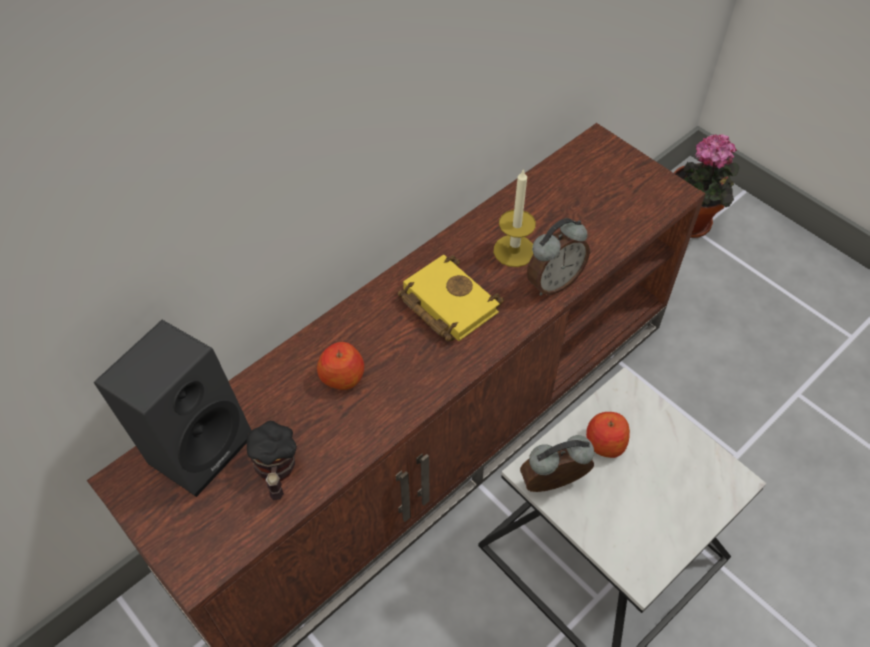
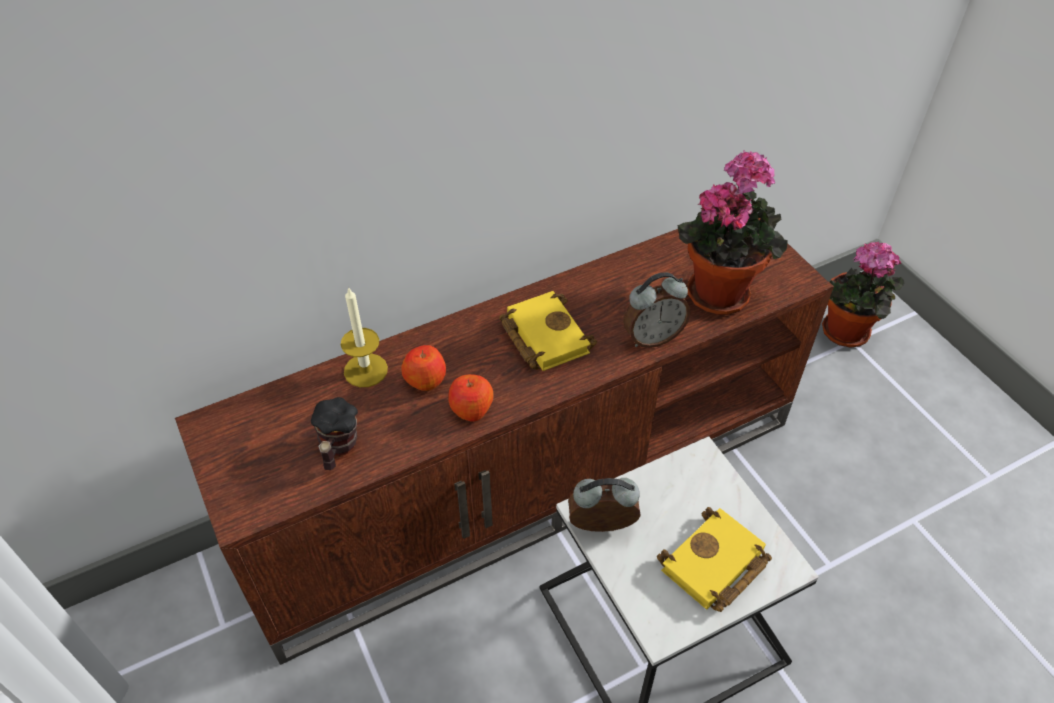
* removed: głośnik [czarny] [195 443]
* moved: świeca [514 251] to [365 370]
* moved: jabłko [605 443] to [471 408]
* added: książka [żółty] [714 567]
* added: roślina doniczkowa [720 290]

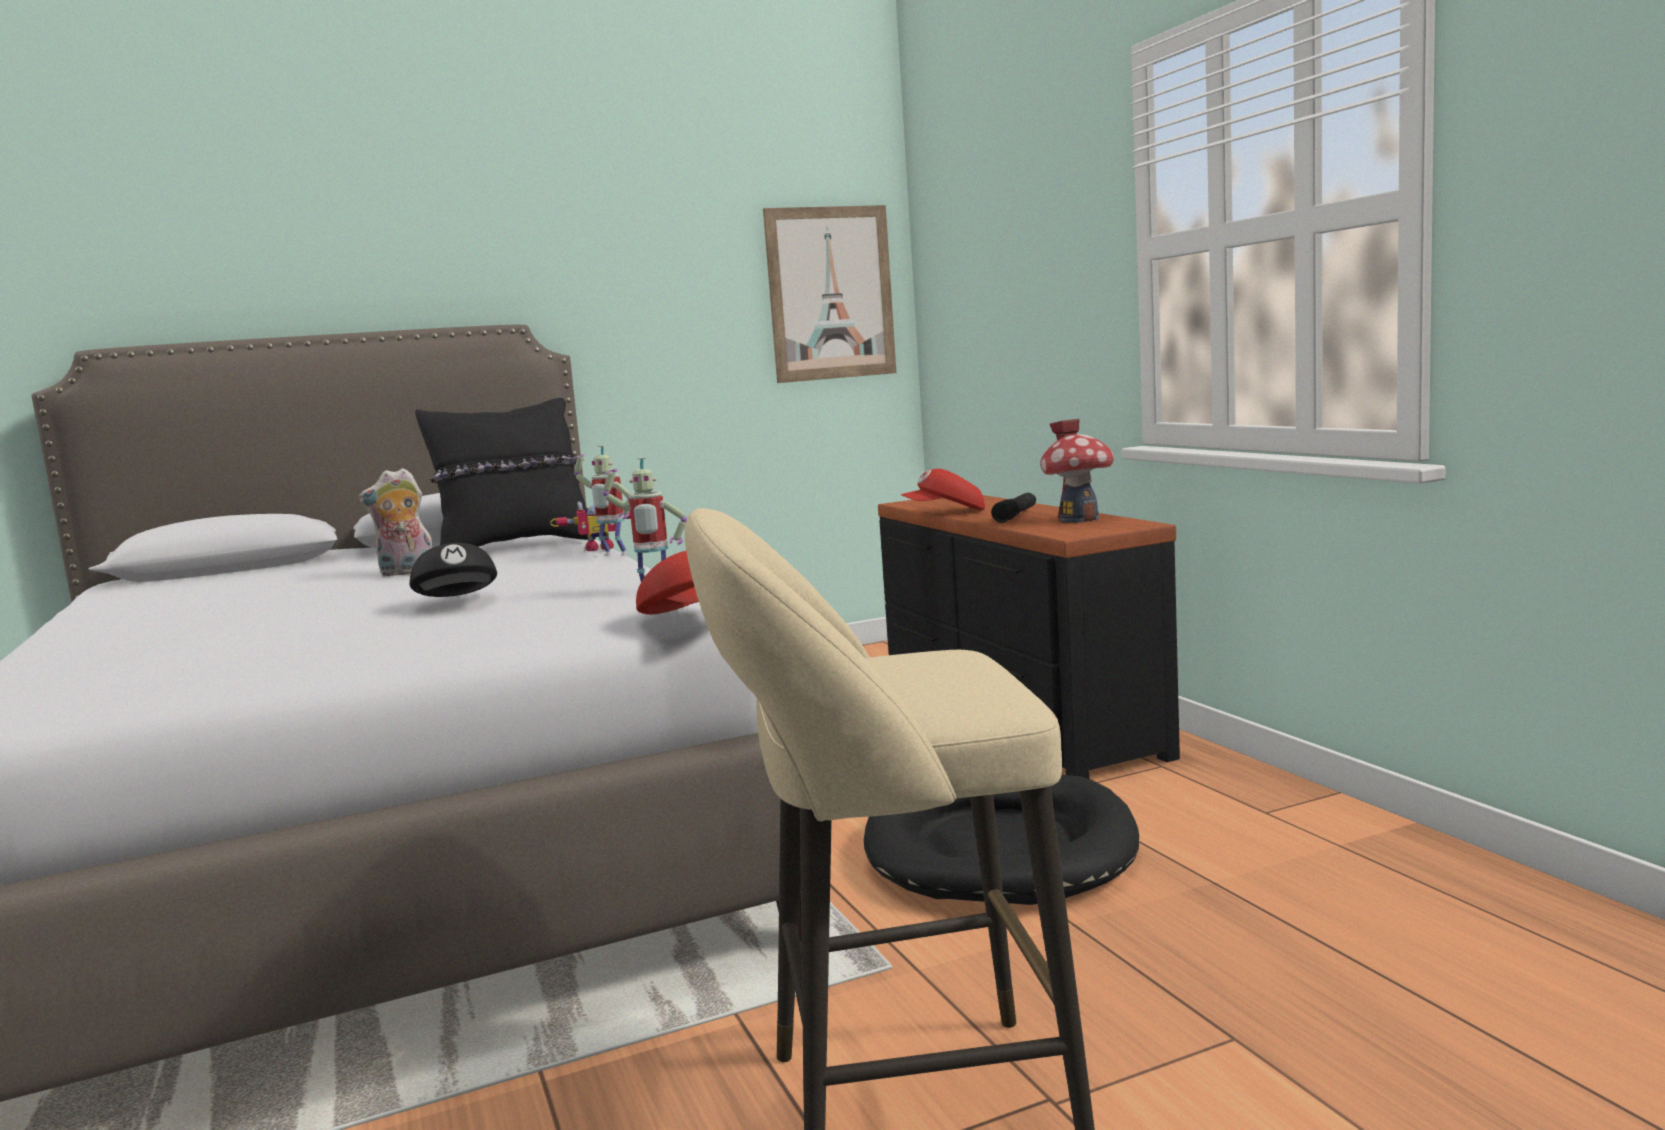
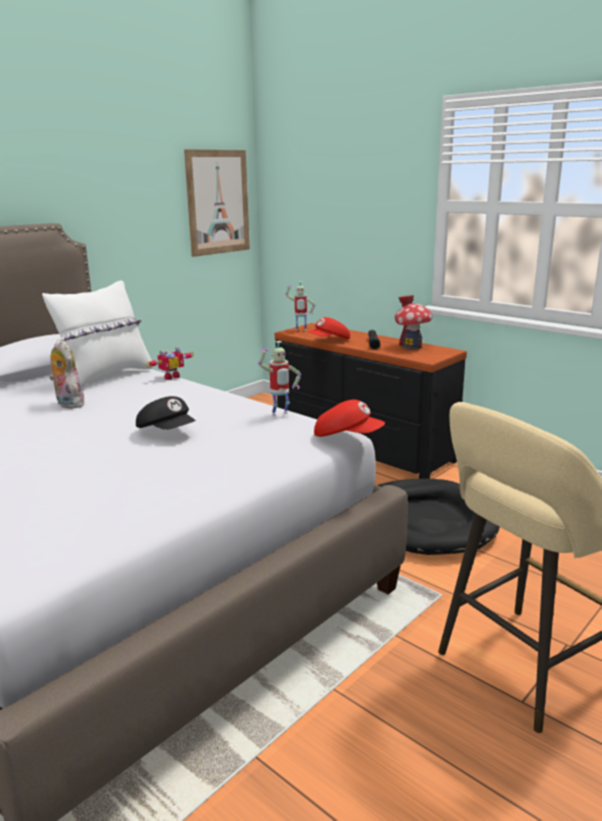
* turned: pluszak [406 573] = [67 404] 90 degrees clockwise
* recoloured: poduszka [czarny] [516 547] to poduszka [biały] [106 376]
* moved: robot zabawkowy [613 555] to [300 330]

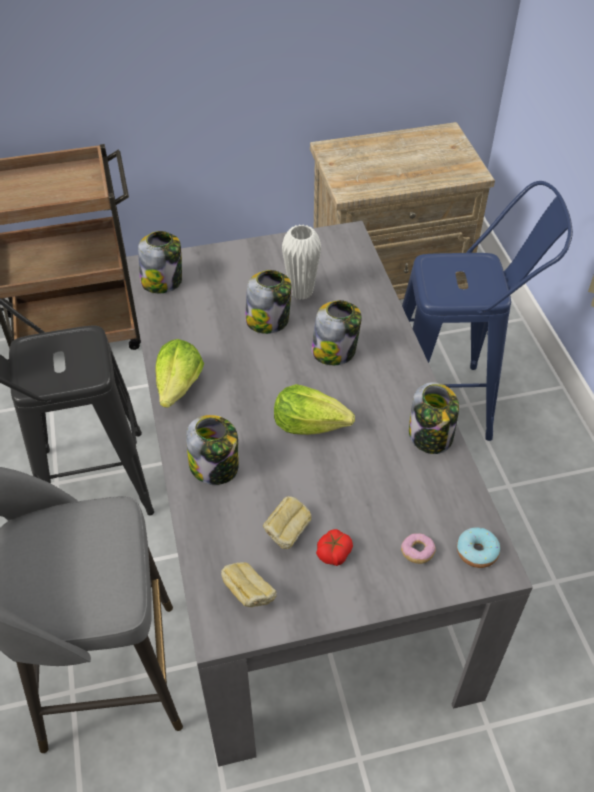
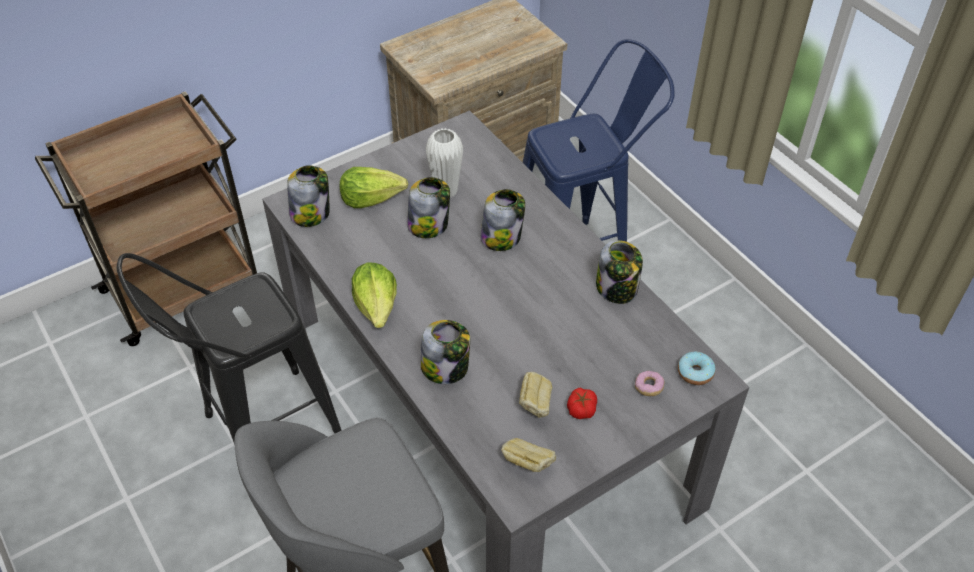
* moved: sałata [310 424] to [371 198]

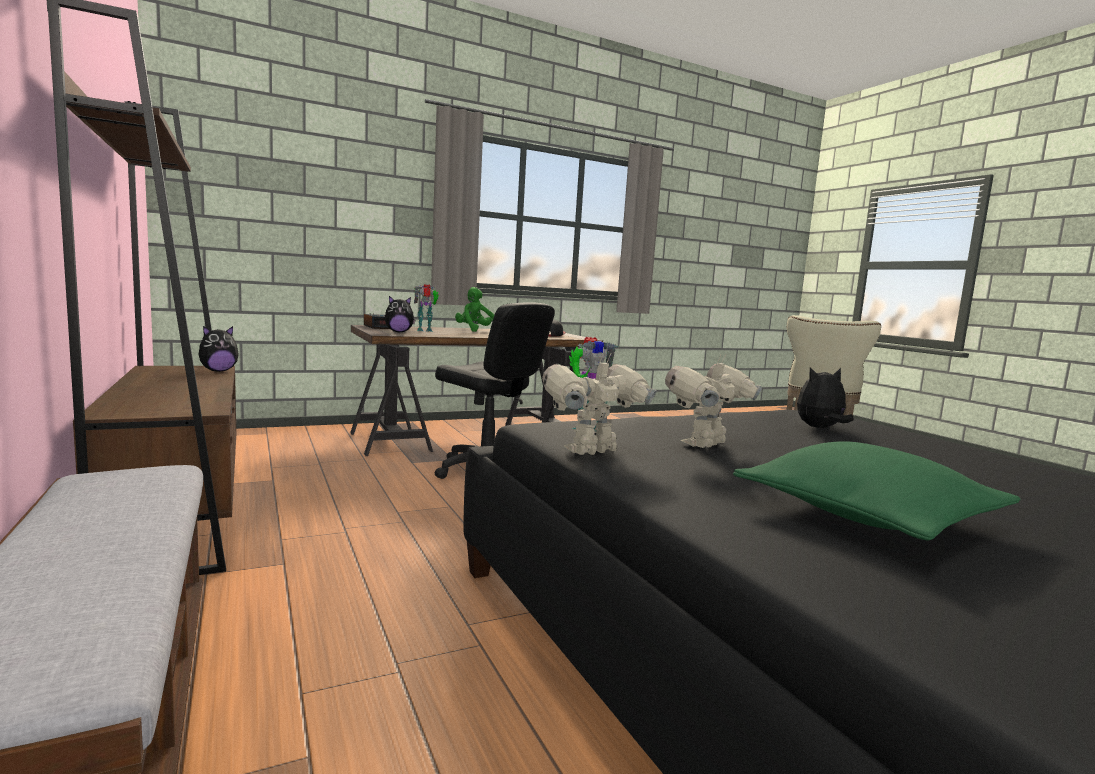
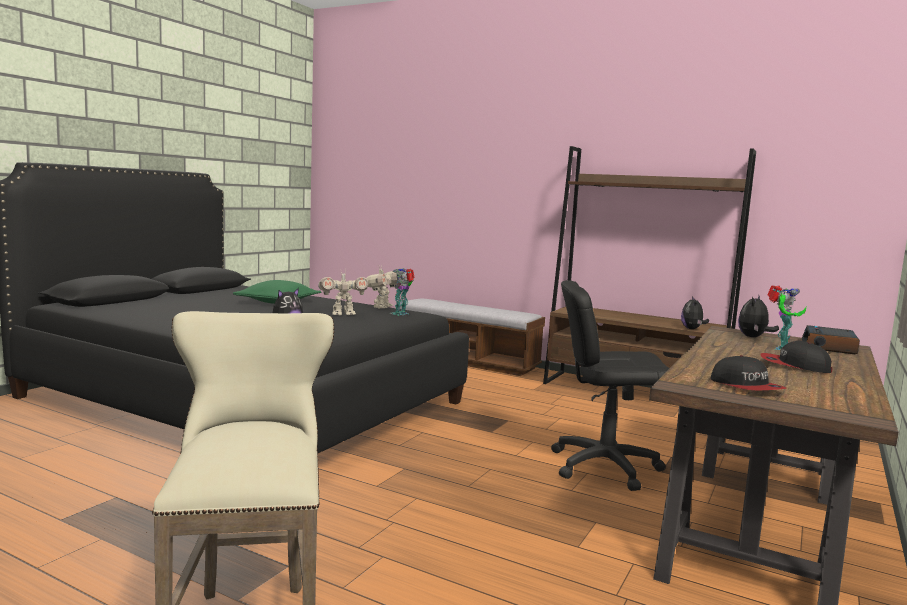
* replaced: pluszak [zielony] [475 331] to czapka z daszkiem [794 366]
* turned: robot zabawkowy [706 445] = [343 314] 60 degrees clockwise

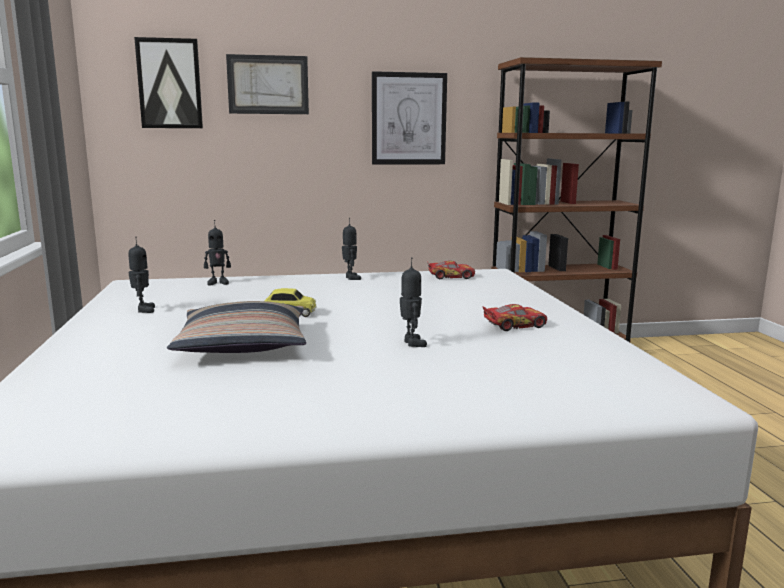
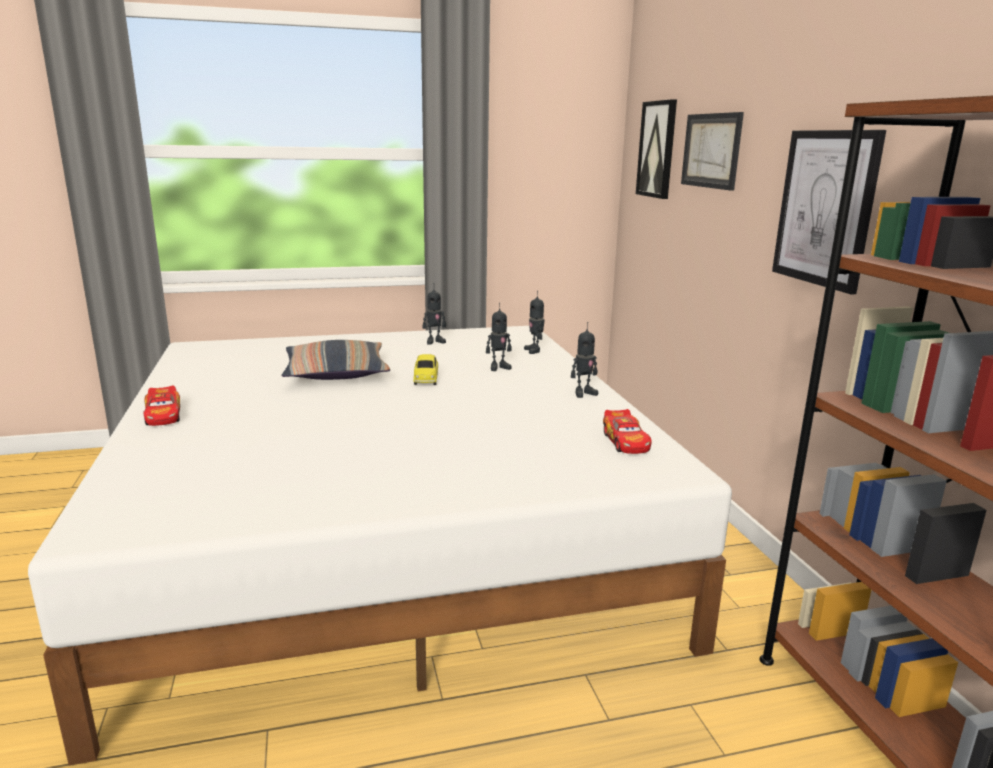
* moved: robot zabawkowy [411 343] to [498 367]
* moved: samochodzik [515 325] to [163 416]

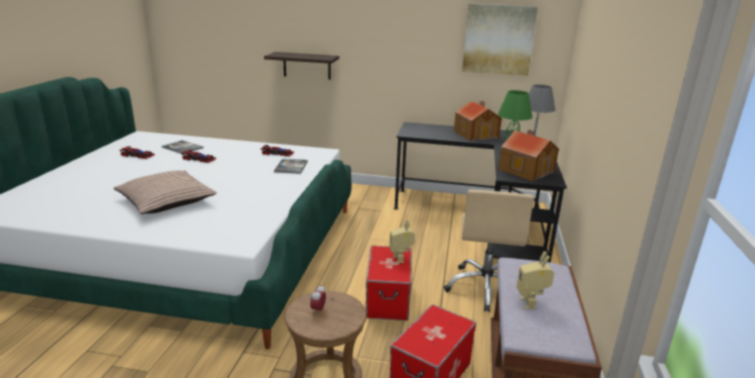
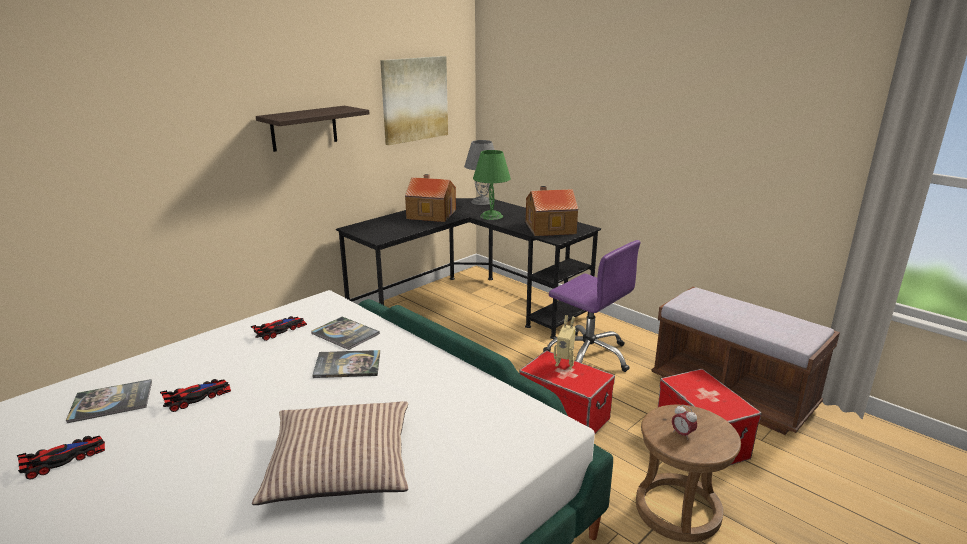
* moved: półka [307 65] to [304 128]
* recoloured: krzesło biurowe [beżowy] [485 288] to krzesło biurowe [fioletowy] [588 355]
* removed: robot zabawkowy [531 303]
* added: książka [347 365]

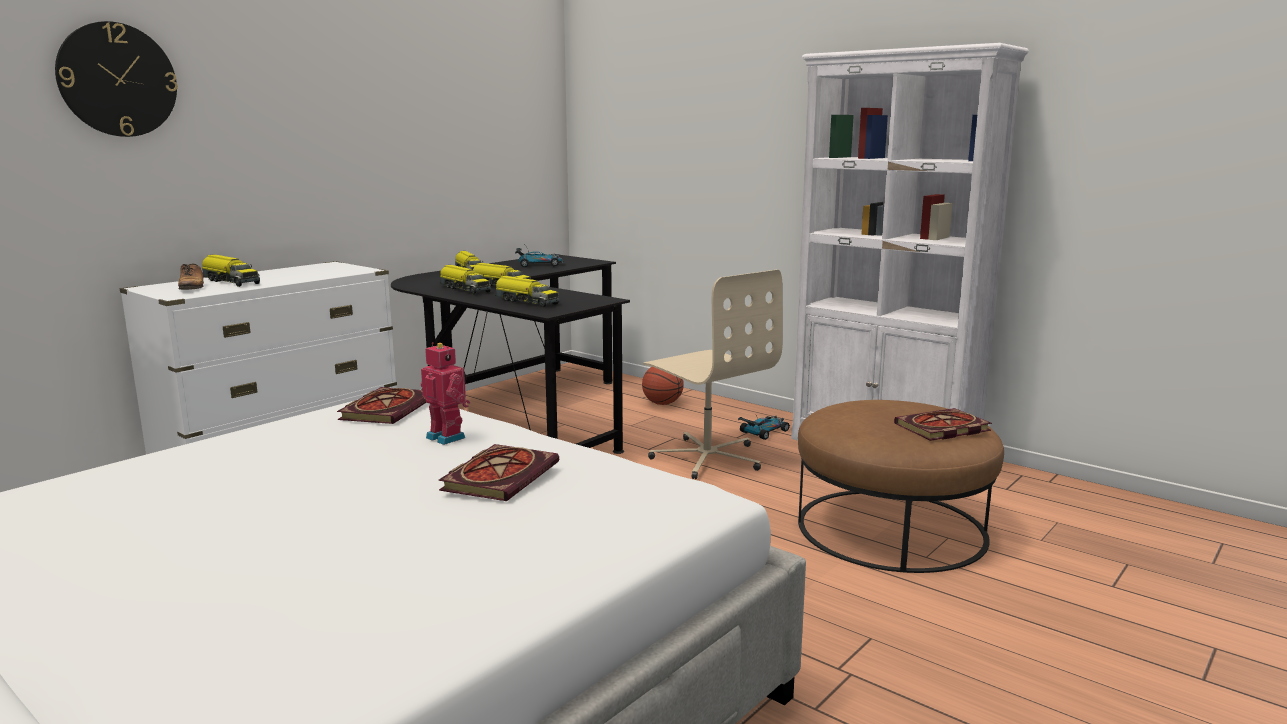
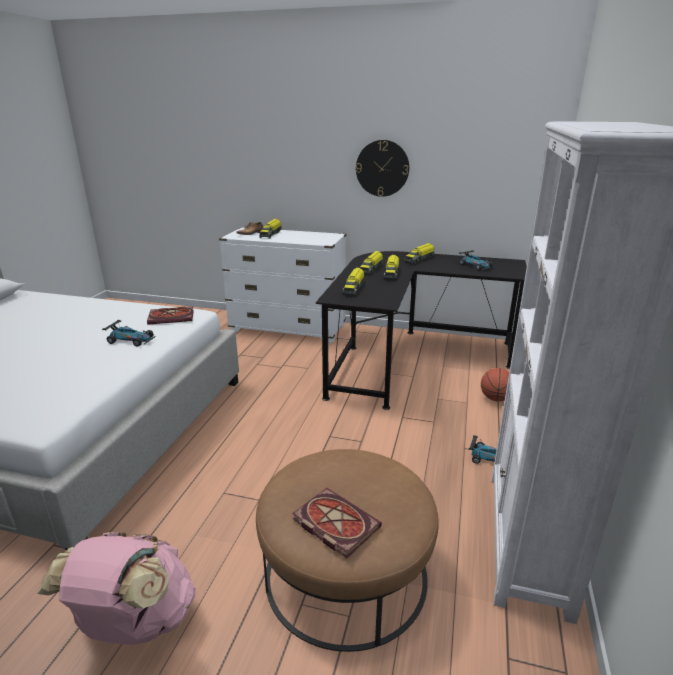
* moved: zegar ścienny [117 80] to [382 168]
* replaced: robot zabawkowy [448 437] to samochodzik [131 340]
* removed: książka [500 476]
* removed: krzesło biurowe [beżowy] [707 458]
* added: plecak [różowy] [135 623]

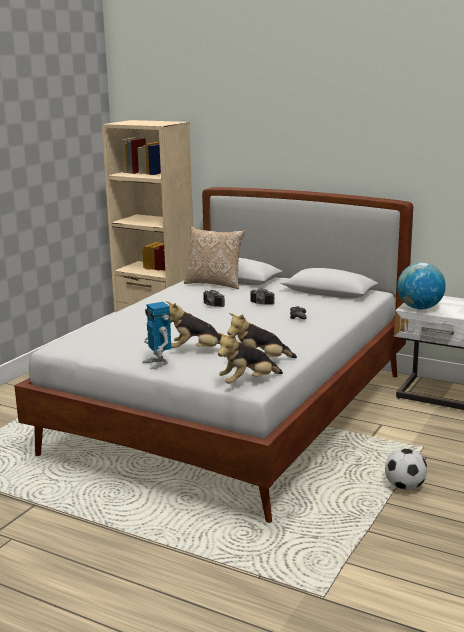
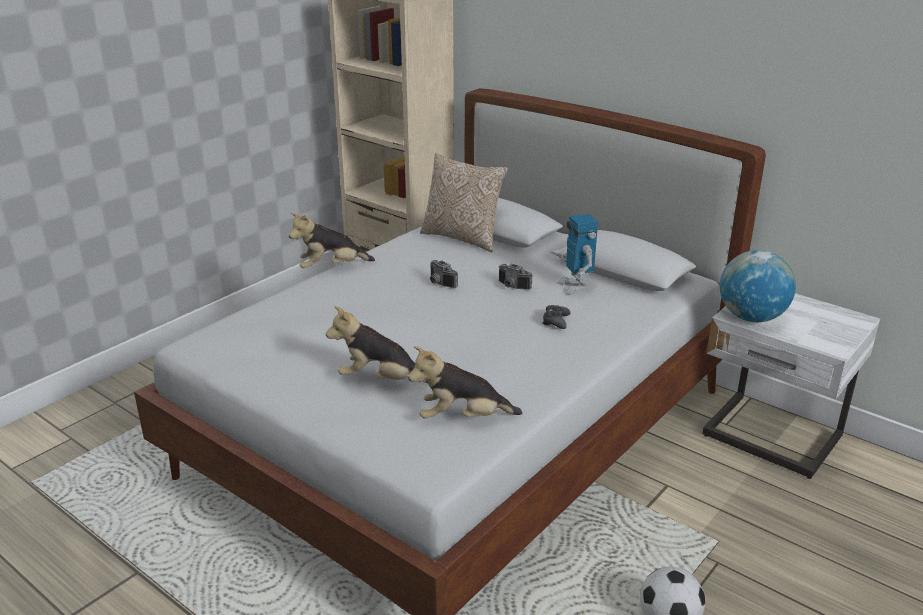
* moved: robot zabawkowy [157 363] to [575 286]
* moved: pluszak [248 382] to [331 267]

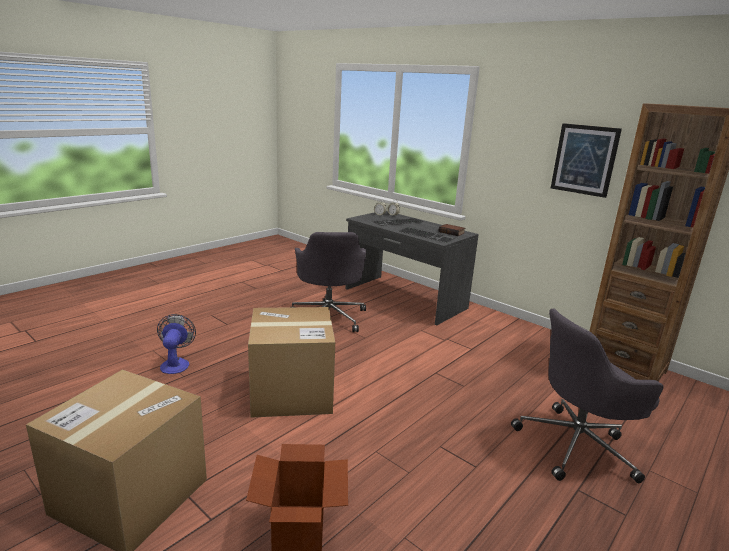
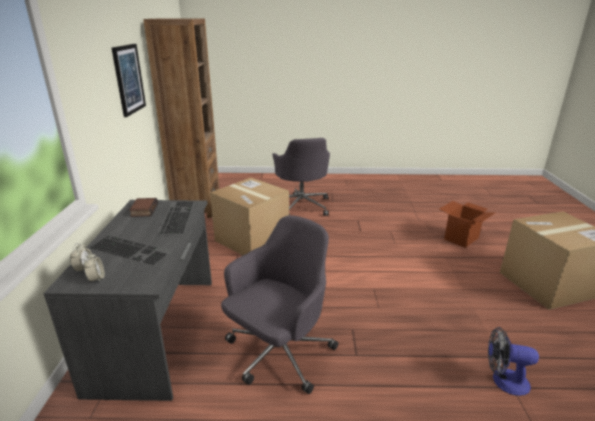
* turned: wentylator [176 363] = [504 380] 60 degrees clockwise
* moved: karton [291 392] to [252 239]
* turned: krzesło biurowe [szary] [577 445] = [301 206] 45 degrees clockwise

